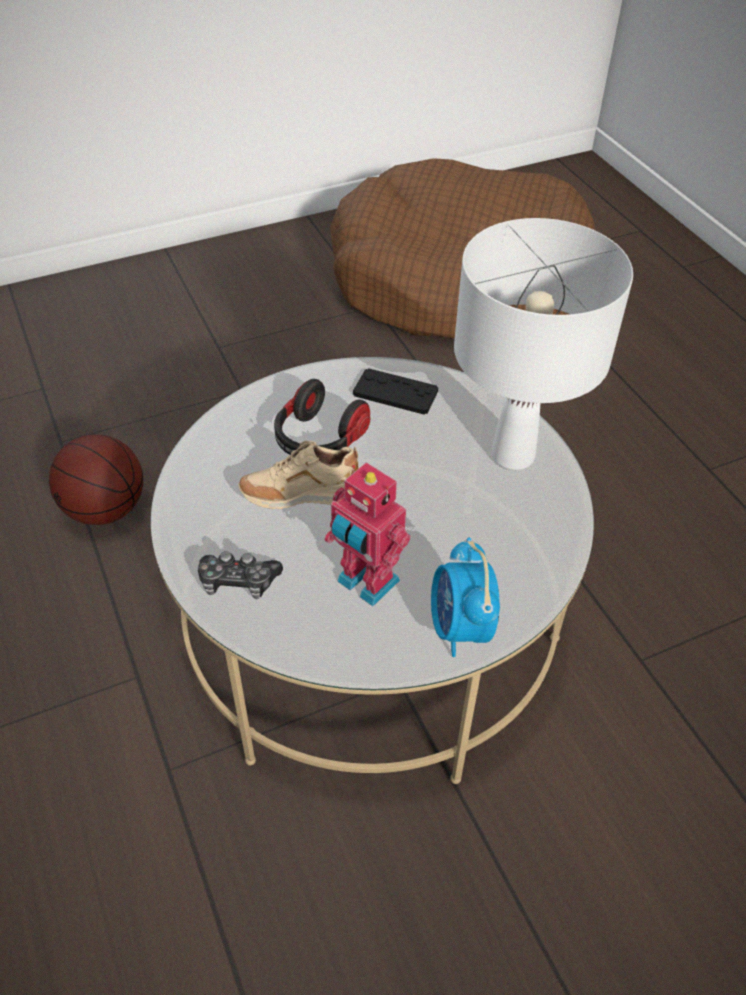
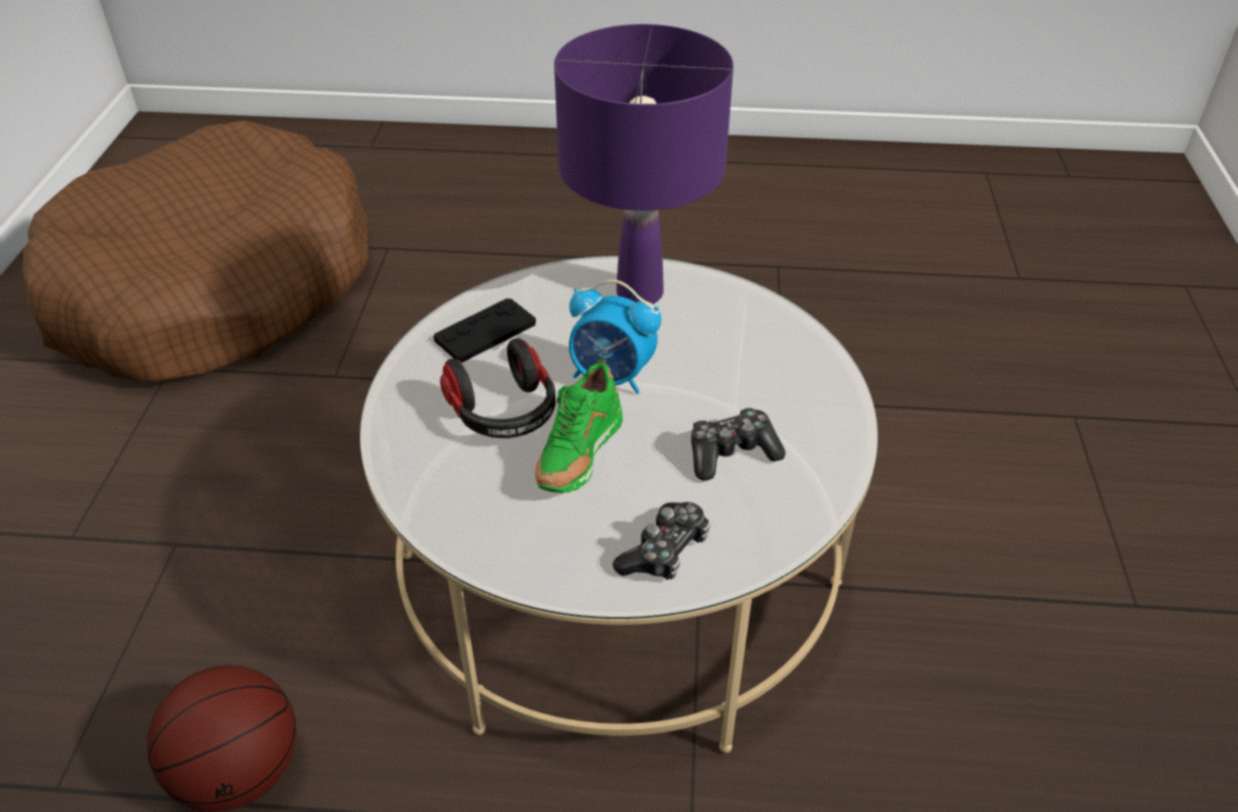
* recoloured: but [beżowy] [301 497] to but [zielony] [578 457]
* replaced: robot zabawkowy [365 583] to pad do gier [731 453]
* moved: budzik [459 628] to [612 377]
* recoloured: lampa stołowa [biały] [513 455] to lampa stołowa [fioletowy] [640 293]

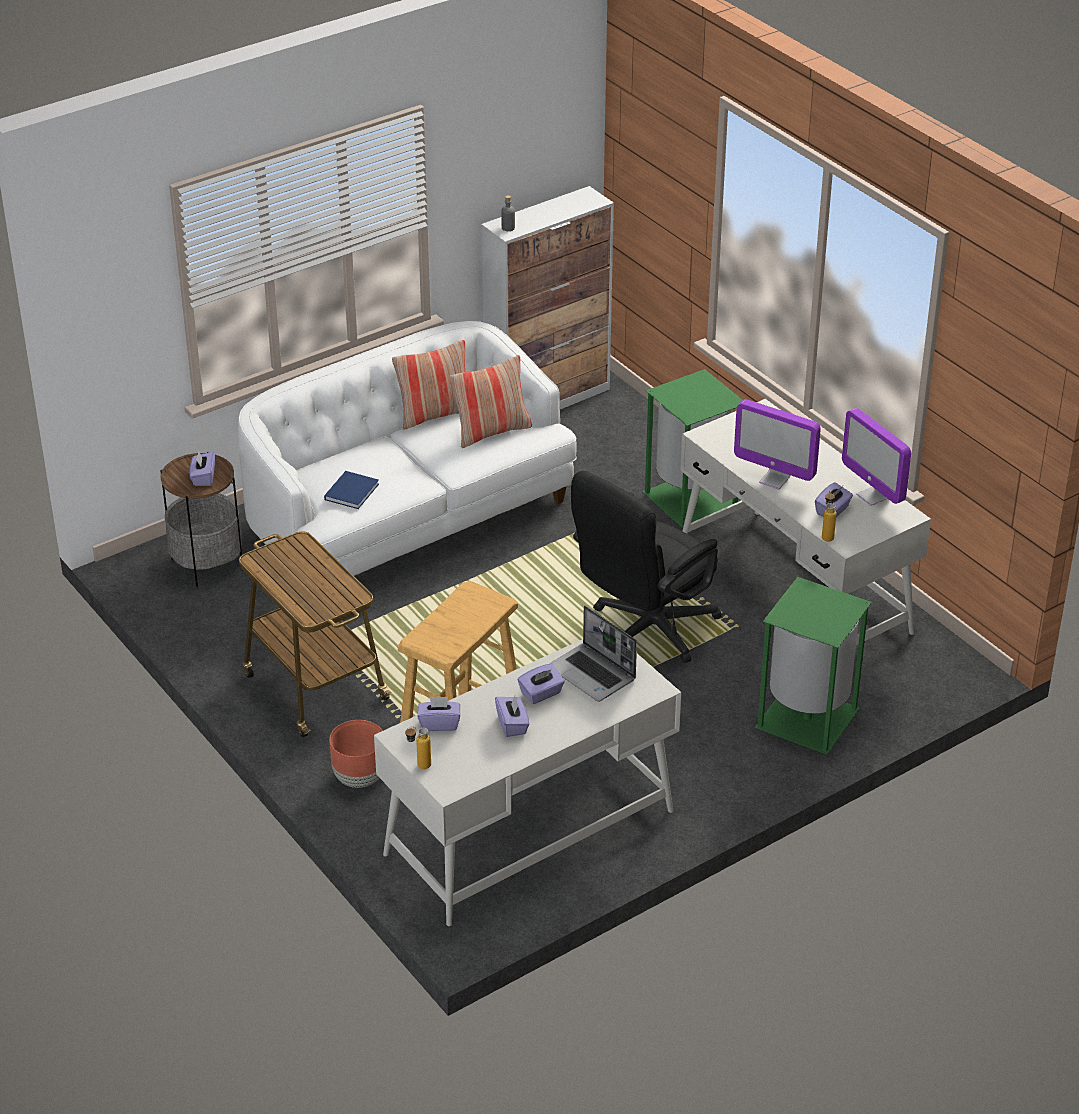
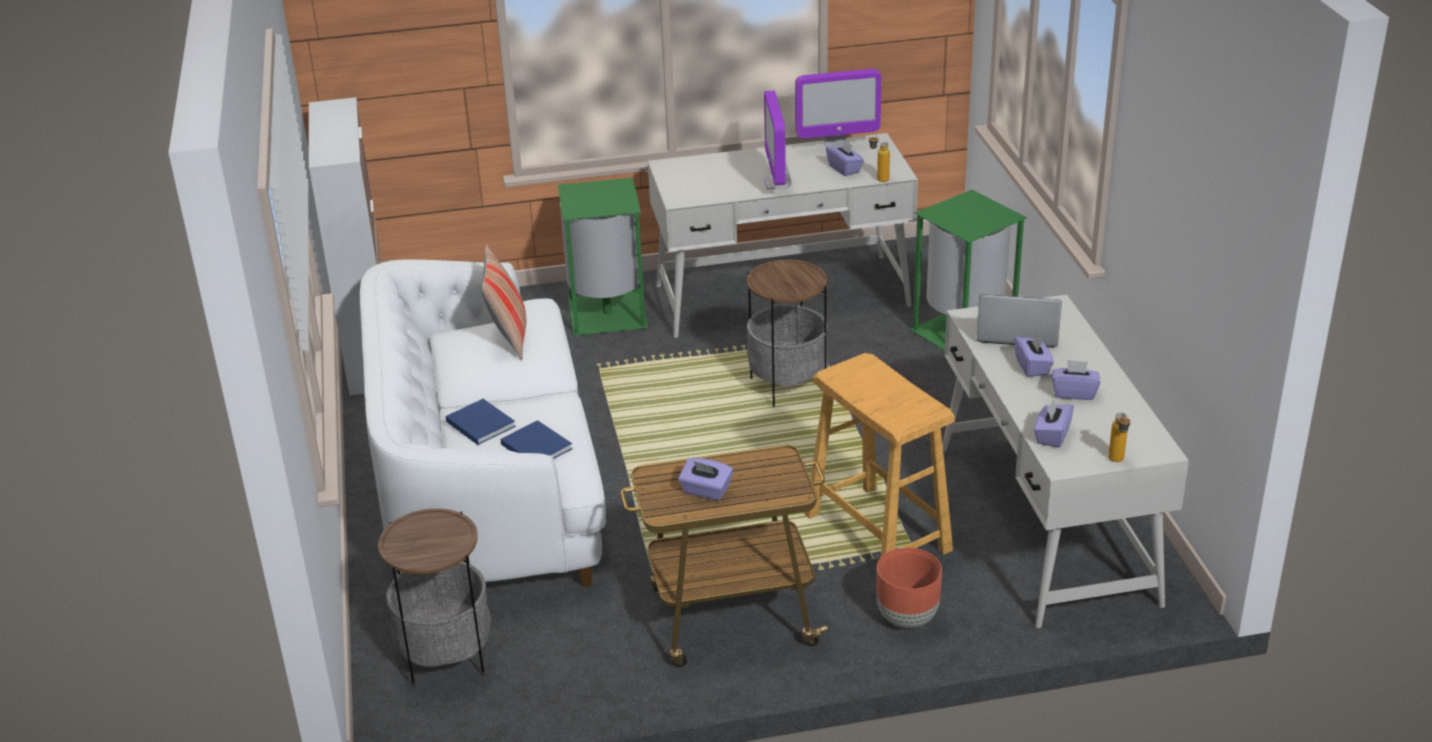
* moved: pudełko chusteczek [fioletowy] [203 478] to [706 491]
* removed: poduszka [435 414]
* removed: butelka [szary] [508 228]
* turned: laptop [593 674] = [1016 333] 150 degrees counterclockwise
* replaced: krzesło biurowe [czarny] [644 632] to stolik [787 386]
* turned: monitor [774 480] = [777 183] 120 degrees clockwise
* added: książka [niebieski] [479 423]

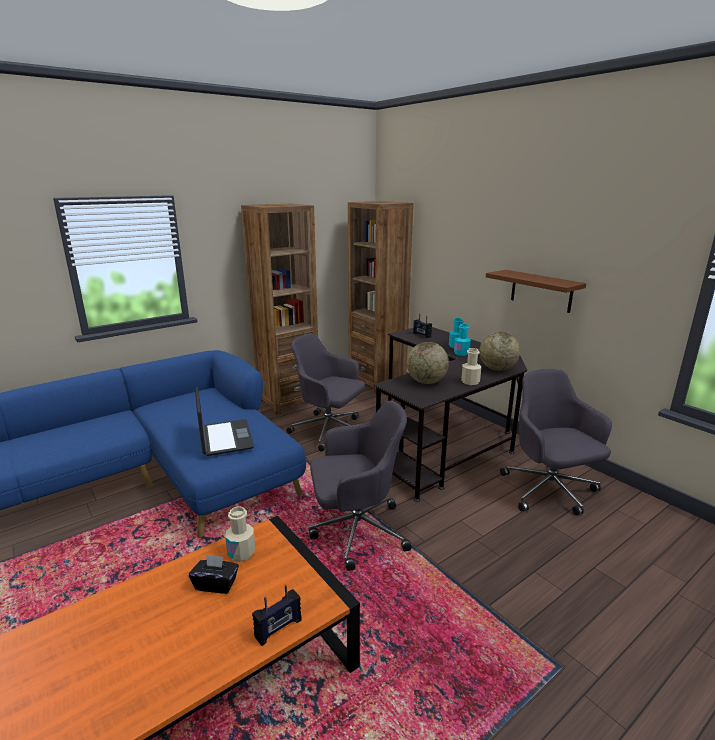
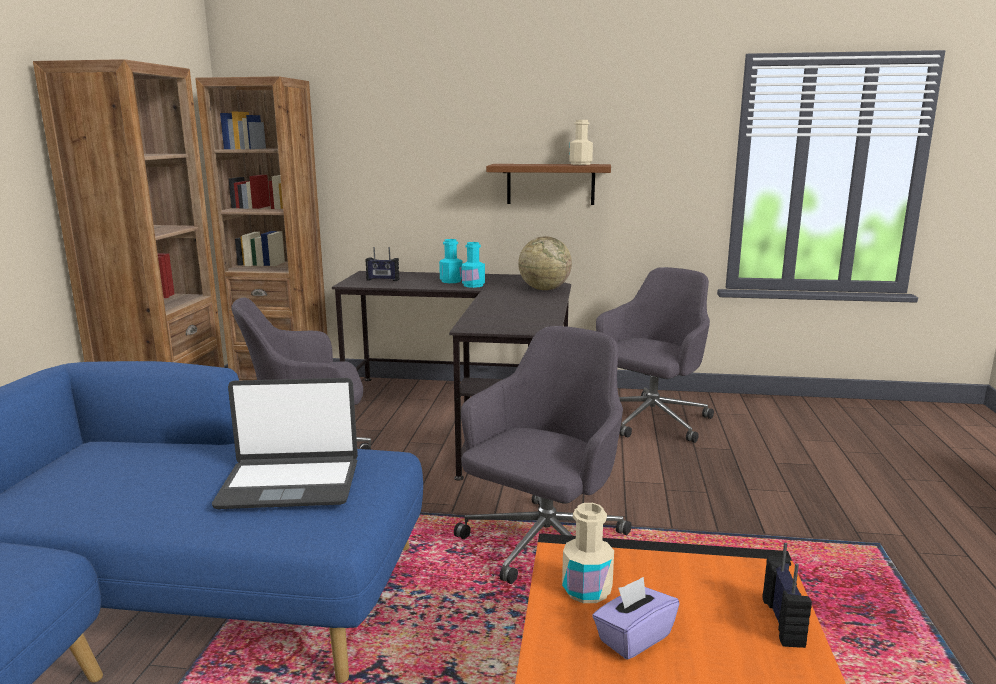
* recoloured: pudełko chusteczek [czarny] [216 584] to pudełko chusteczek [fioletowy] [633 637]
* turned: laptop [225 438] = [290 484] 150 degrees clockwise
* removed: globus [426 382]
* moved: butelka [beżowy] [470 382] to [580 164]
* turned: krzesło biurowe [szary] [549 491] = [649 421] 105 degrees clockwise

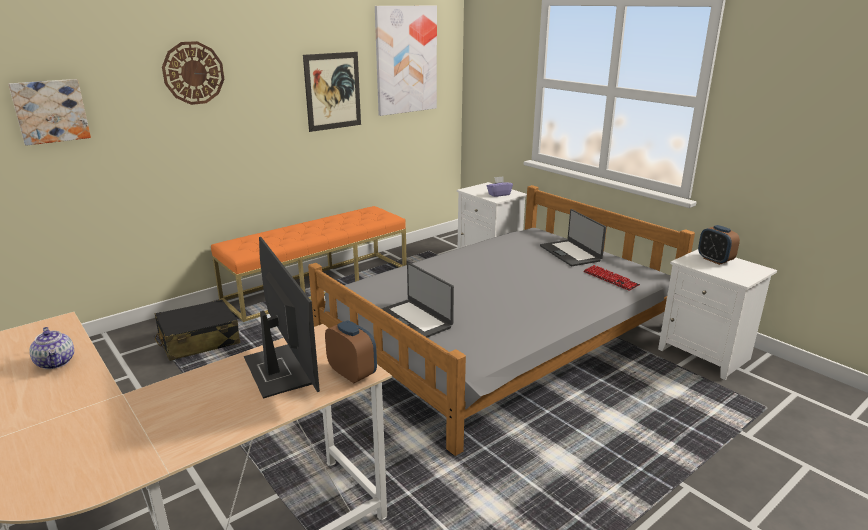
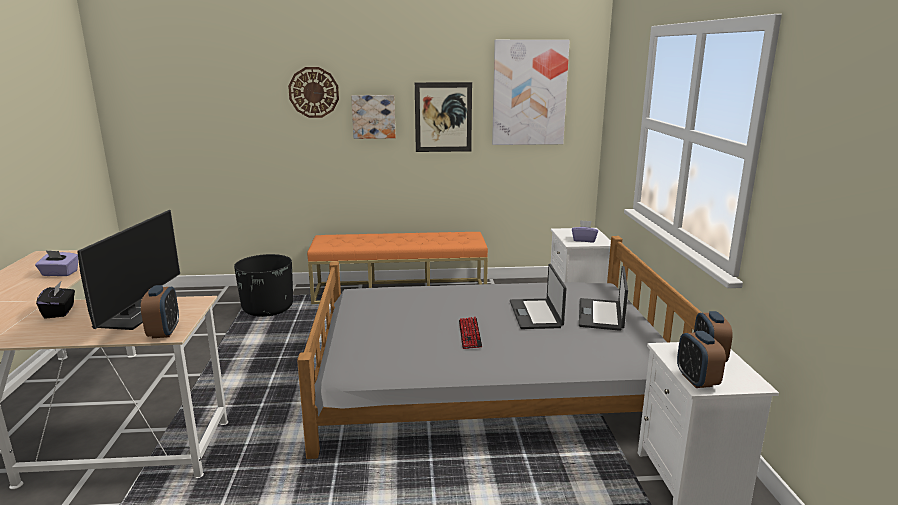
* moved: obraz [50 111] to [373 116]
* replaced: imbryk [56 362] to pudełko chusteczek [fioletowy] [59 273]
* replaced: walizka [czarny] [199 341] to donica [czarny] [268 308]
* moved: laptop [414 320] to [536 314]
* moved: klawiatura [610 279] to [470 334]
* added: pudełko chusteczek [czarny] [60 311]
* added: budzik [696 380]

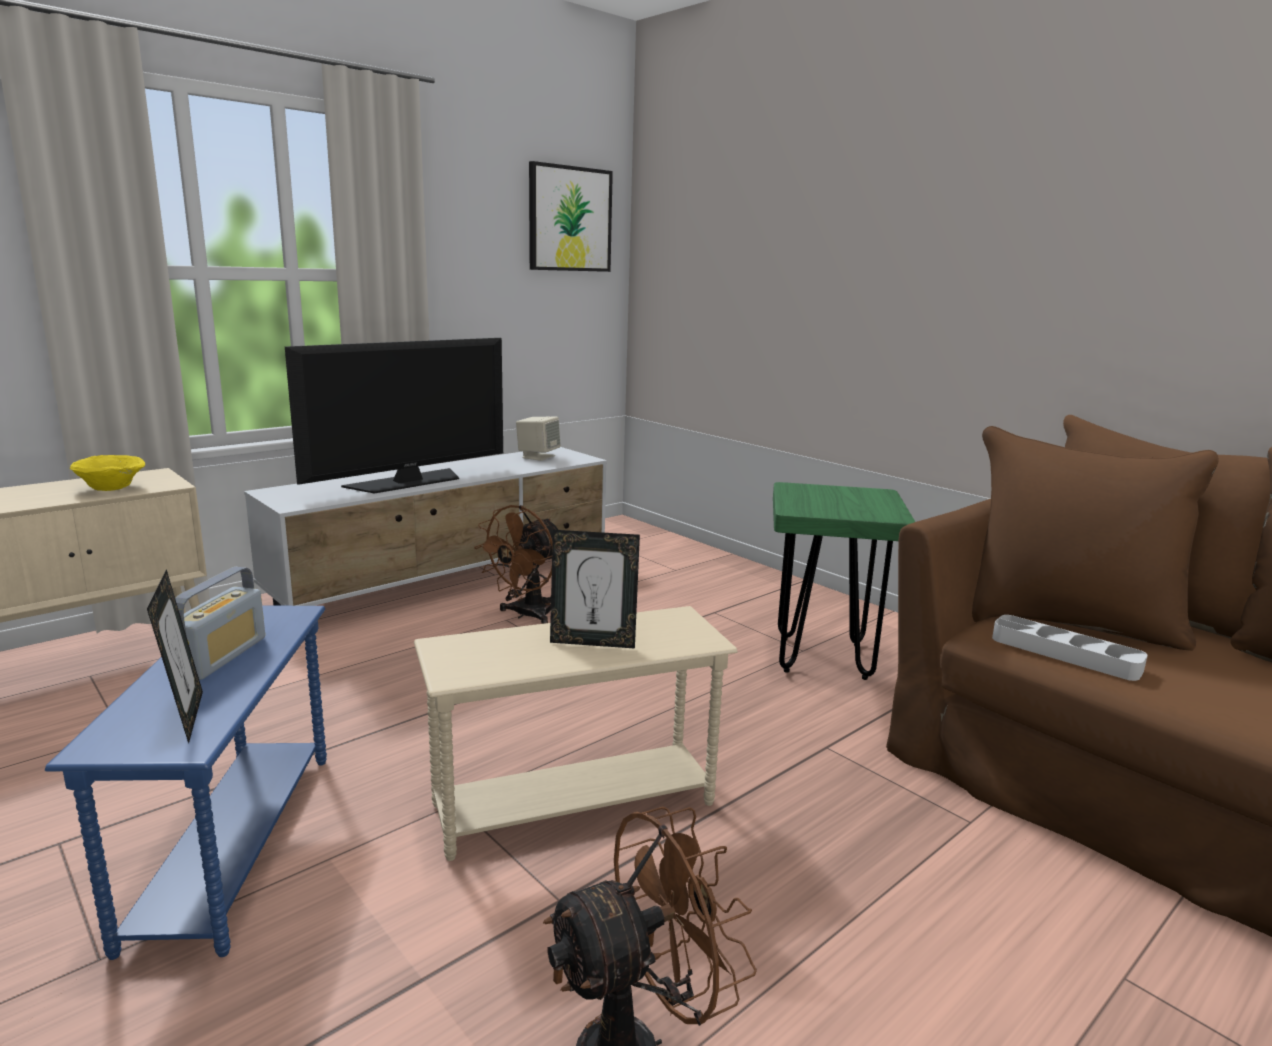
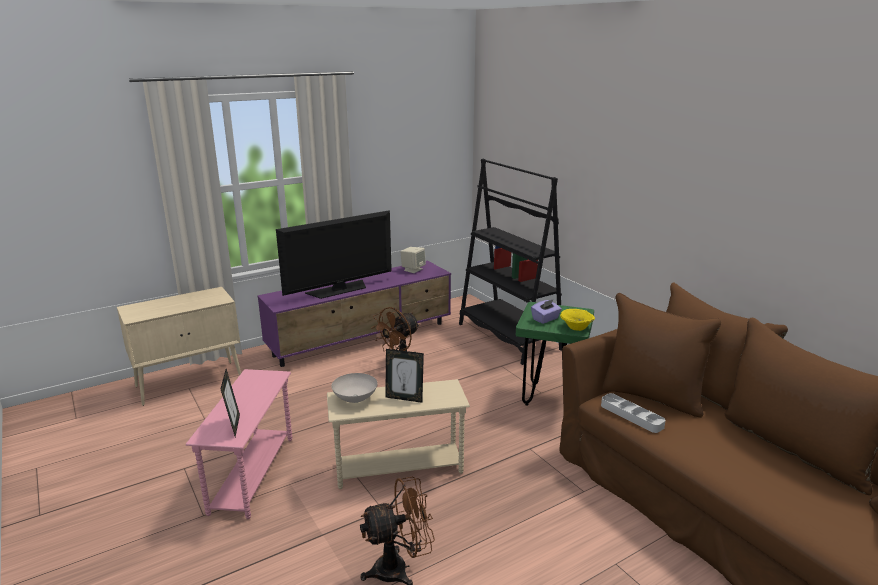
* recoloured: stolik [niebieski] [232 844] to stolik [różowy] [252 474]
* moved: miska [żółty] [112 488] to [576 327]
* removed: radio [221 656]
* recoloured: szafka pod telewizor [biały] [449 581] to szafka pod telewizor [fioletowy] [362 339]
* removed: obraz [569 219]
* added: miska [biały] [354 398]
* added: regał [czarny] [508 337]
* added: pudełko chusteczek [fioletowy] [545 319]

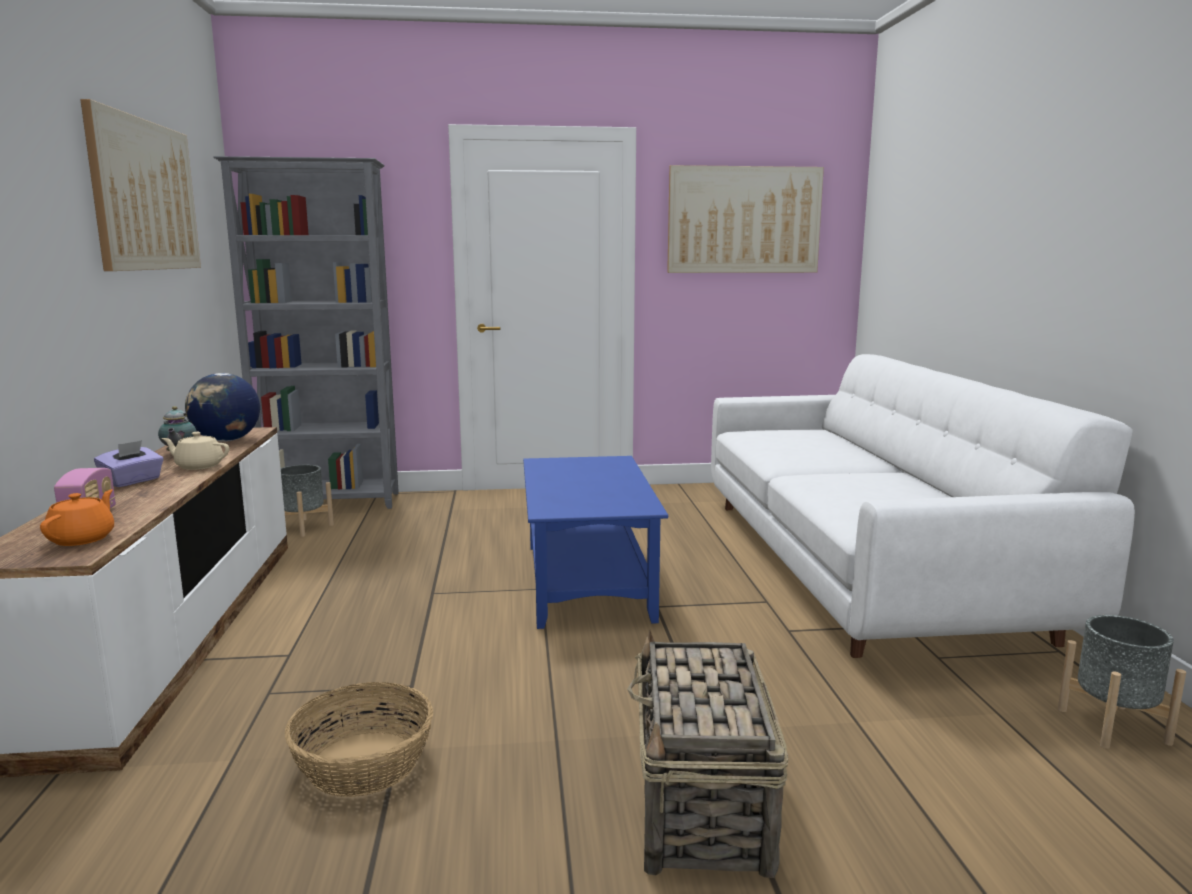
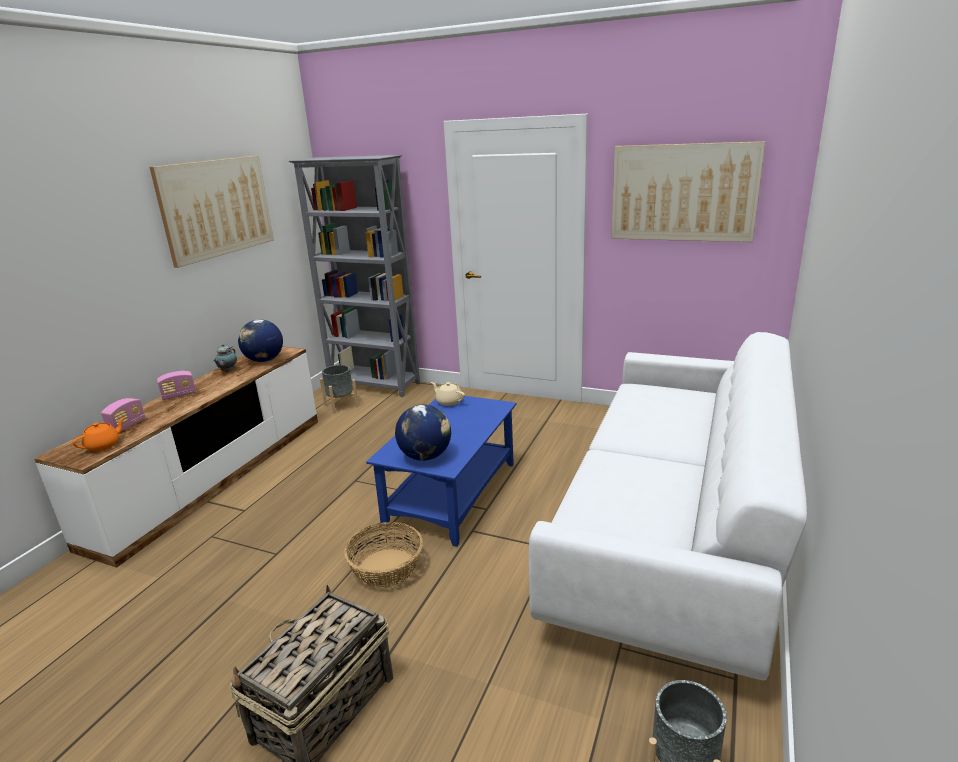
* replaced: pudełko chusteczek [fioletowy] [132 481] to radio [179 395]
* moved: imbryk [beżowy] [198 466] to [449 401]
* moved: koszyk [364 764] to [386 568]
* added: globus [425 456]

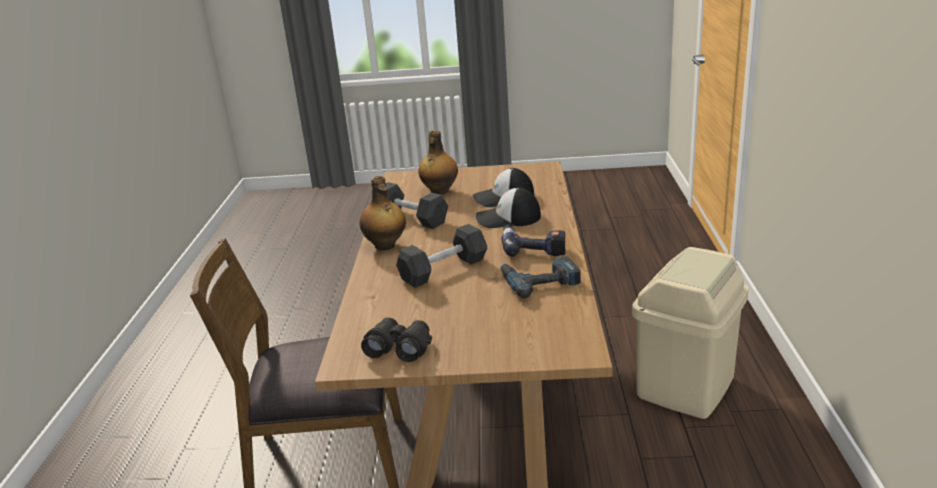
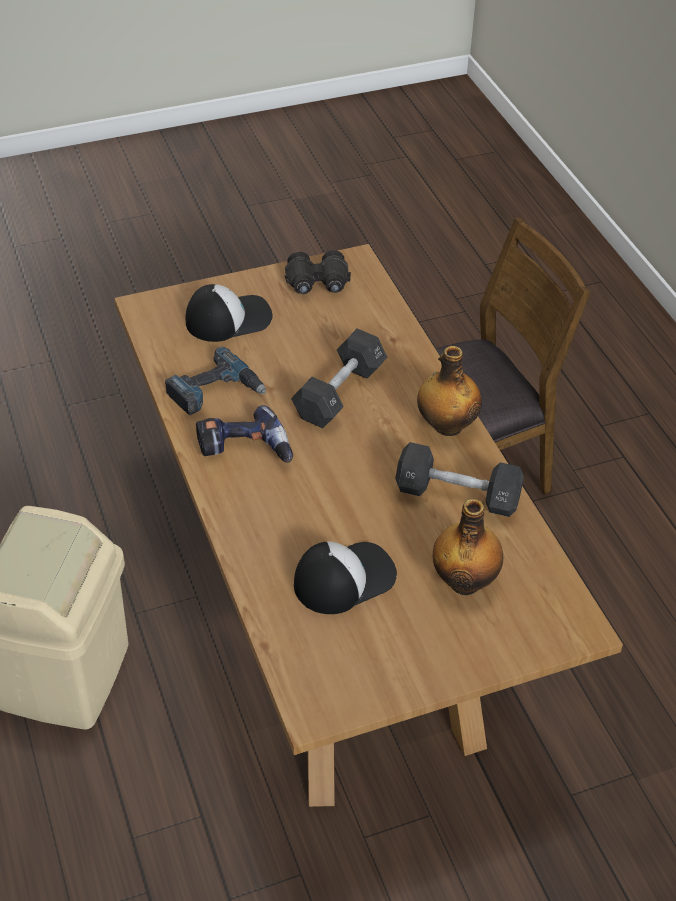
* moved: czapka z daszkiem [508 218] to [228 318]

